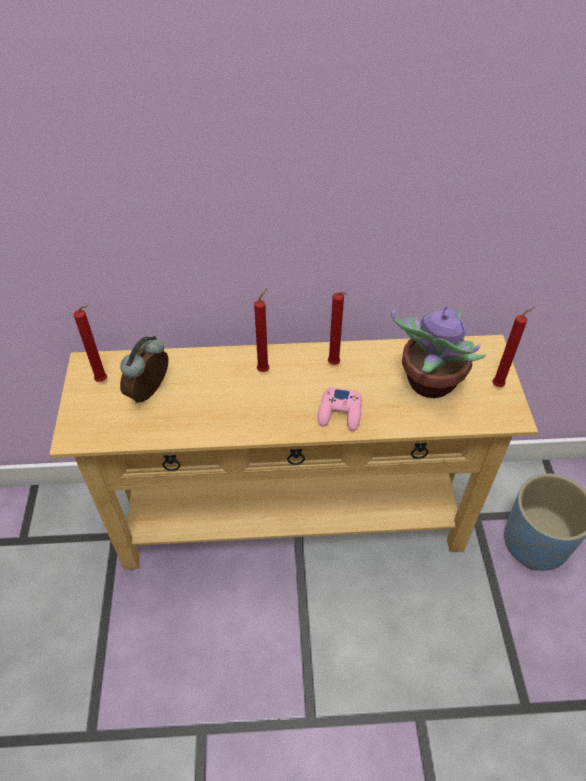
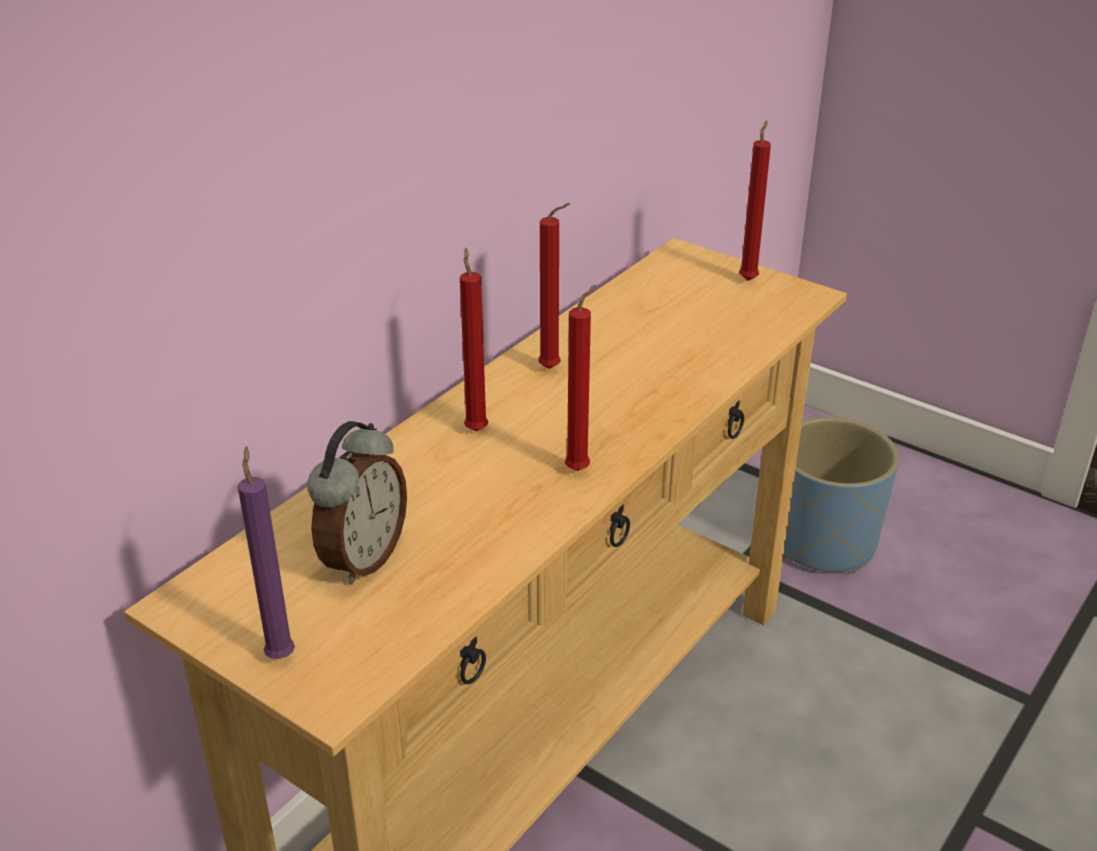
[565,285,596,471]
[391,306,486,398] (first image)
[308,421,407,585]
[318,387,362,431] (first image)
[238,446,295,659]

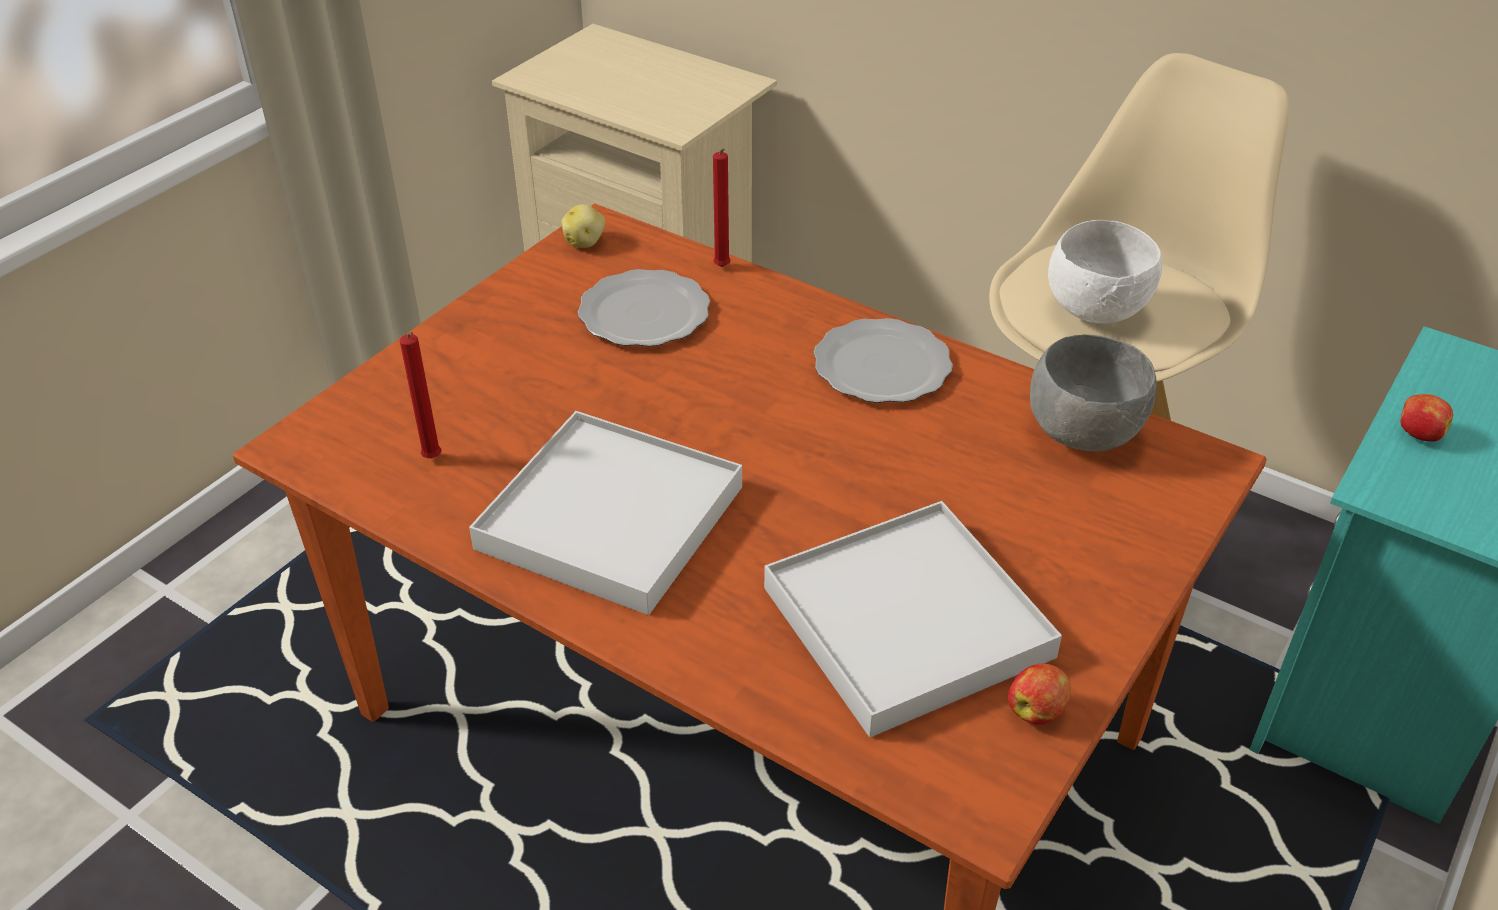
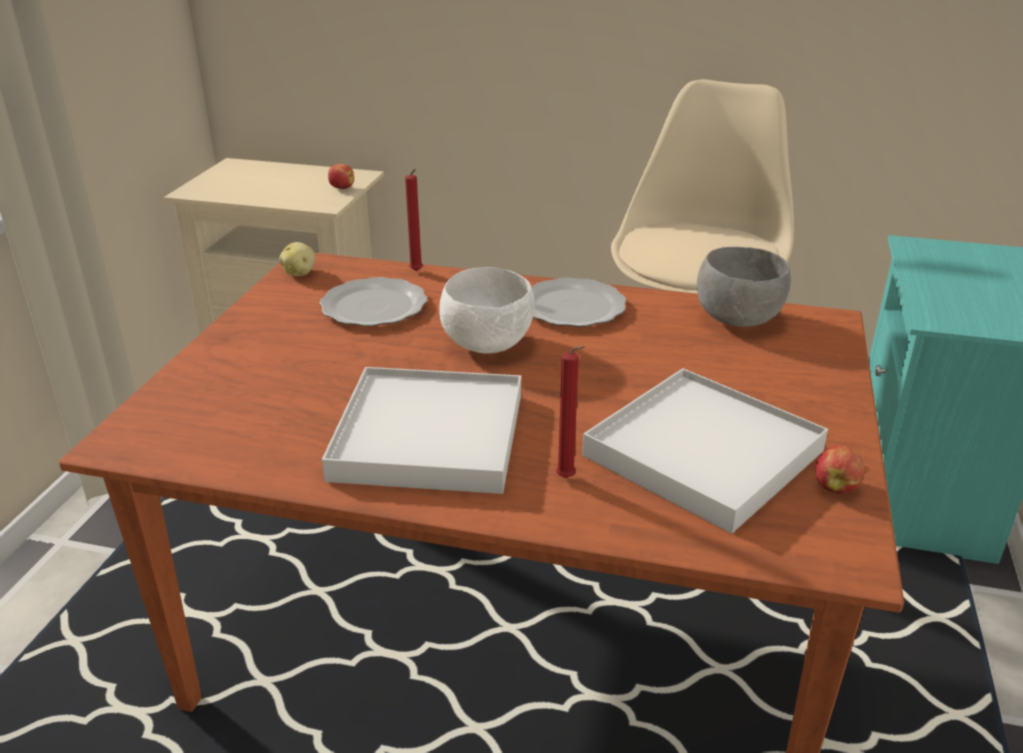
[439,267,534,354]
[556,346,585,478]
[328,164,354,189]

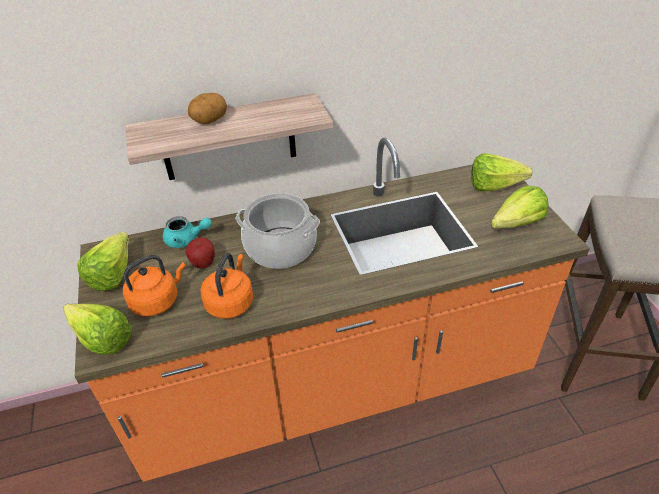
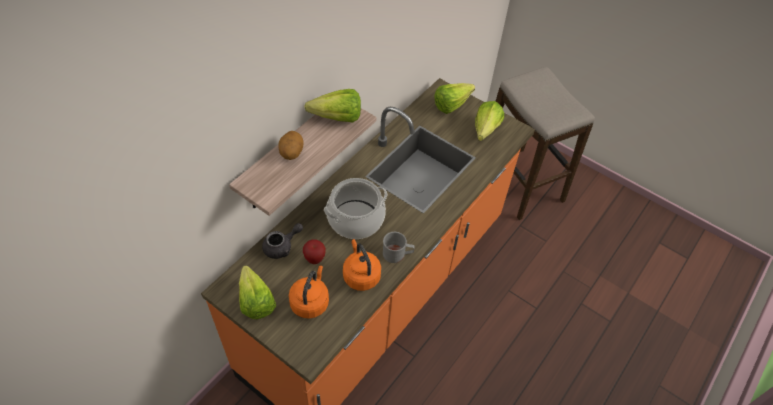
[262,223,303,259]
[304,89,361,122]
[383,232,414,263]

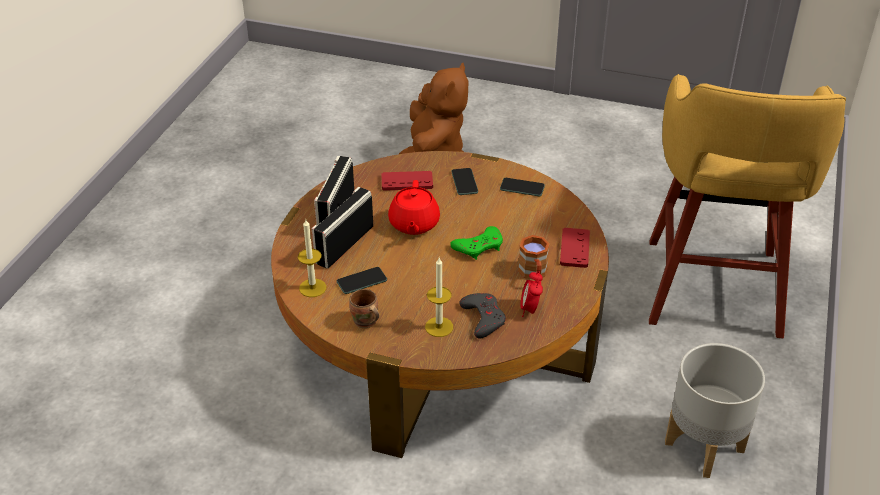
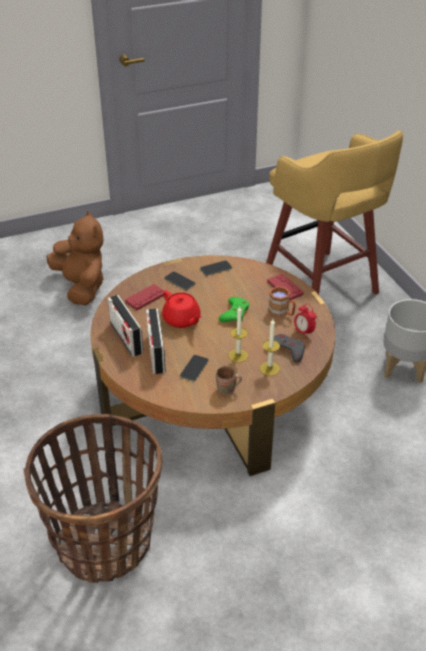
[229,306,248,363]
[23,414,163,583]

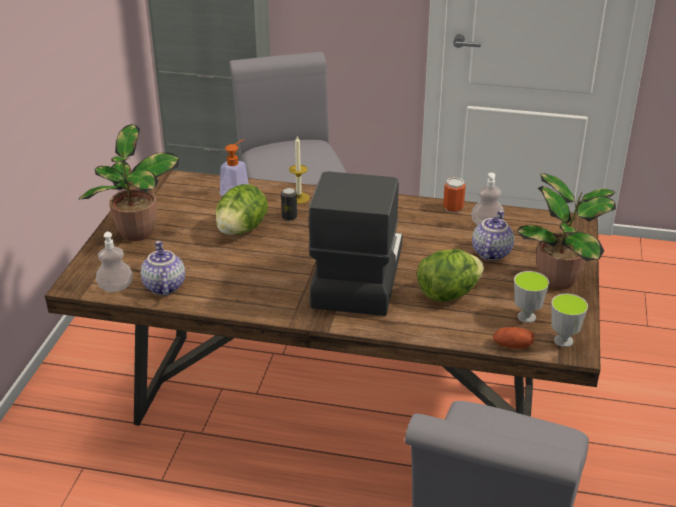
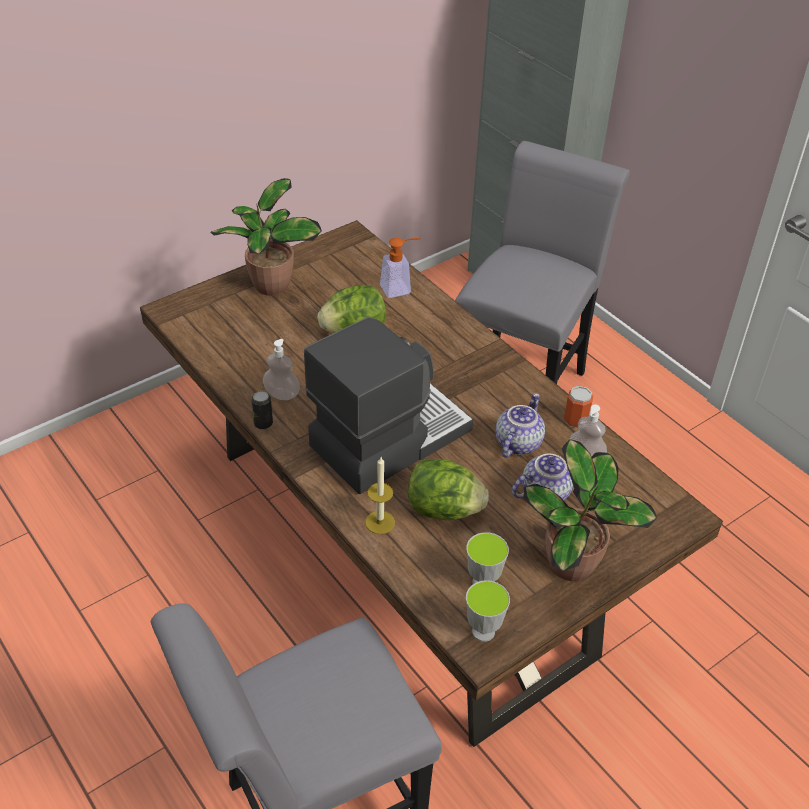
[365,457,395,534]
[251,391,273,429]
[263,339,300,400]
[496,393,545,458]
[493,327,534,349] (first image)

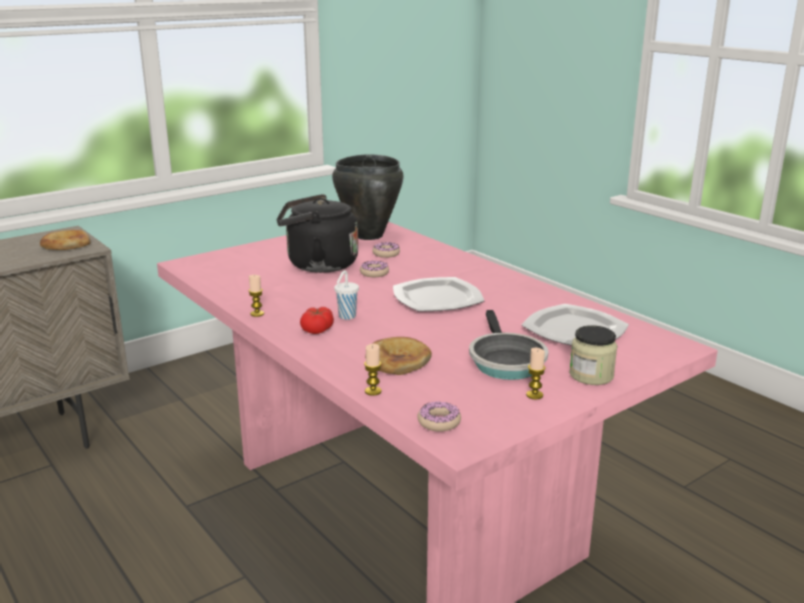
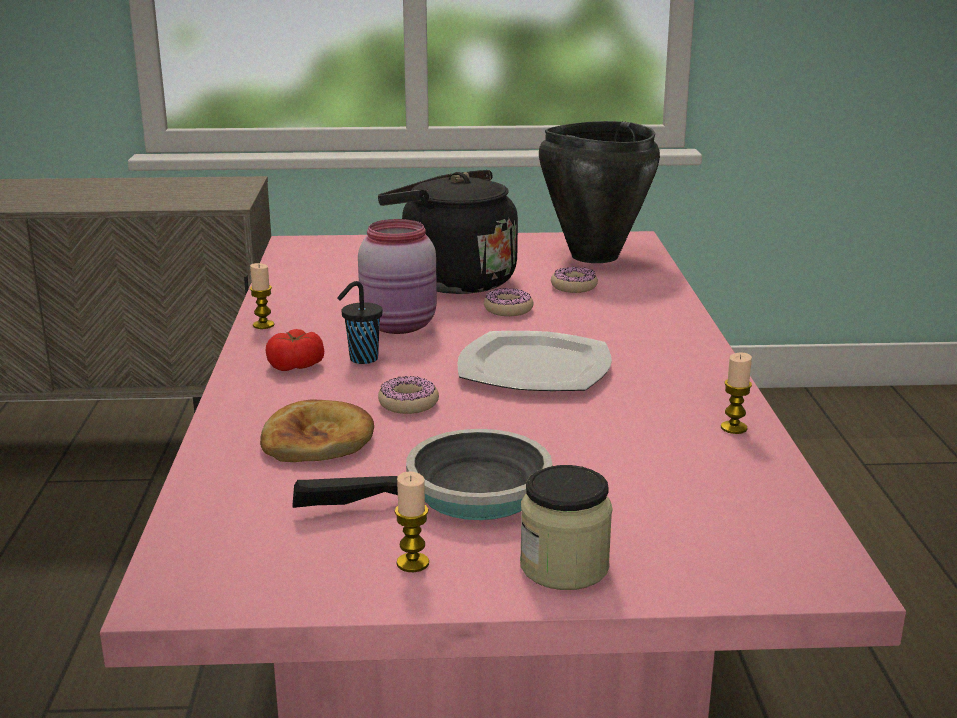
[40,230,91,250] (first image)
[337,281,383,364]
[522,304,629,346] (first image)
[292,429,552,520]
[721,352,752,434]
[378,376,439,414]
[358,219,437,334]

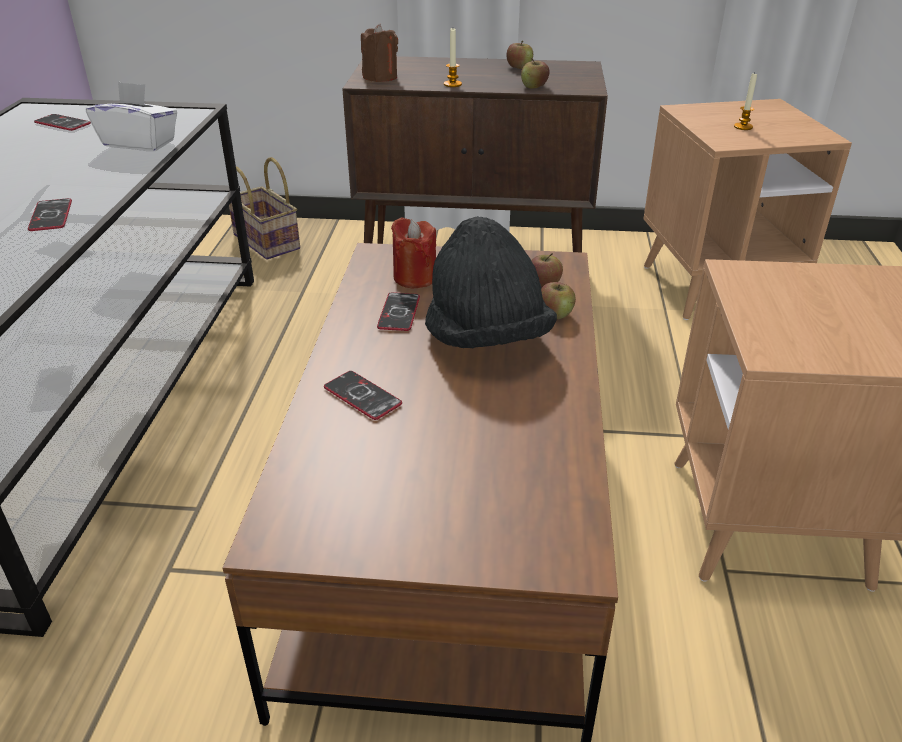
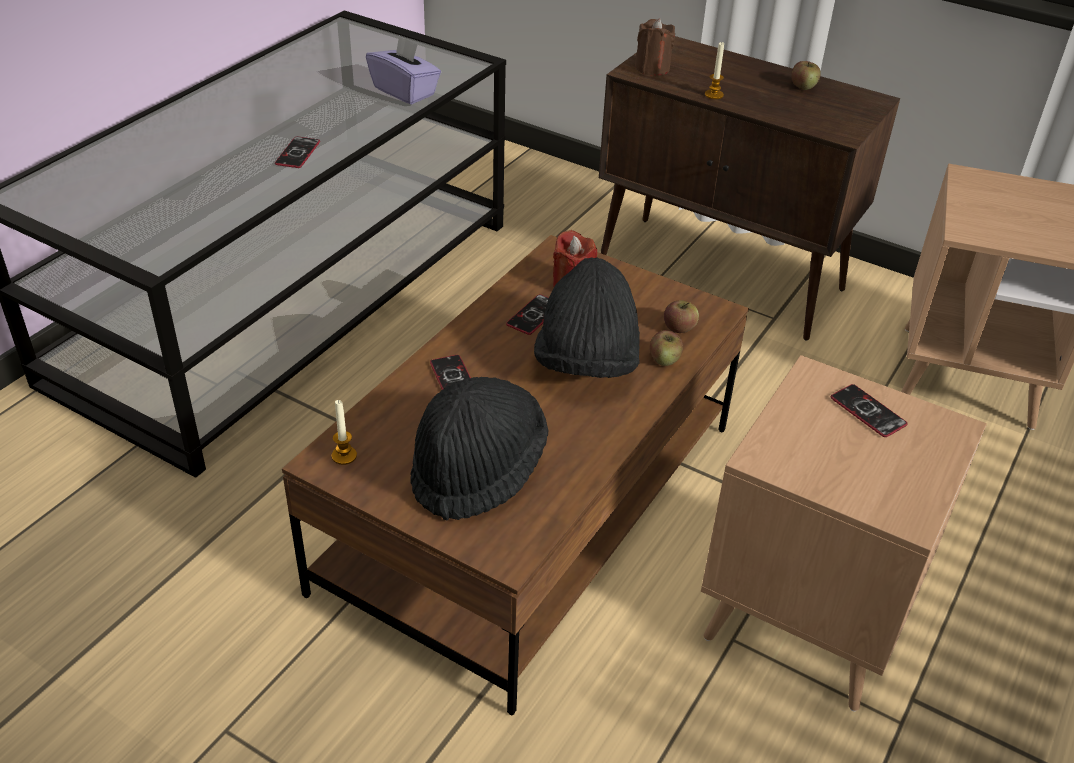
[521,58,550,88] (first image)
[332,400,357,465]
[366,35,441,105]
[831,384,907,437]
[229,157,300,260] (first image)
[410,377,549,520]

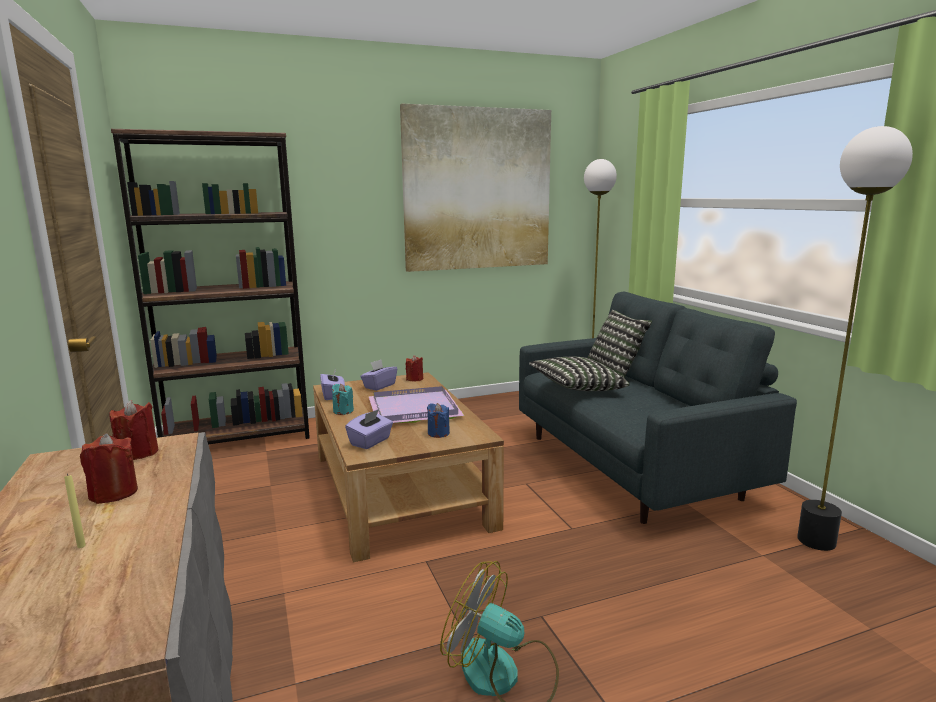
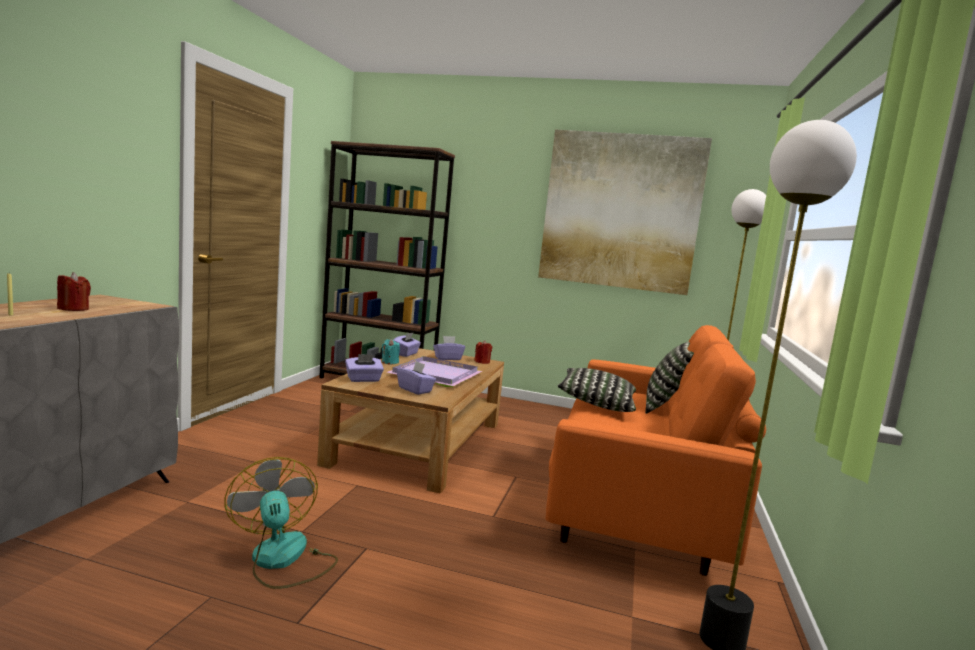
[545,325,766,576]
[109,400,158,460] (first image)
[397,361,436,395]

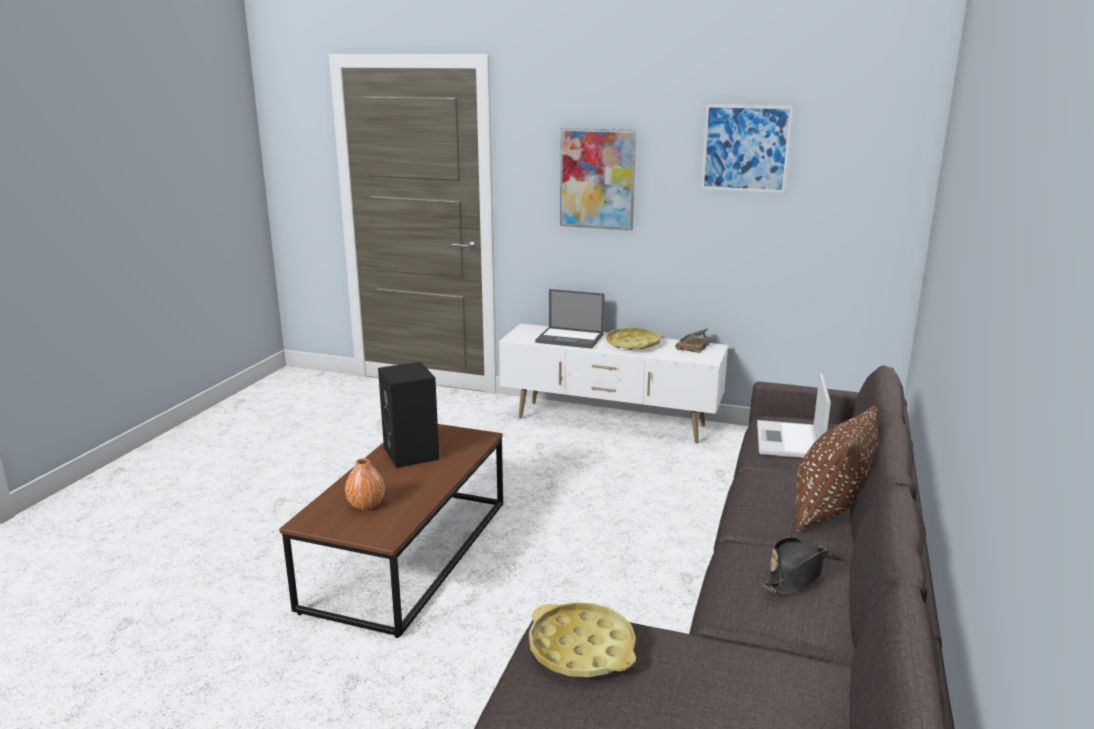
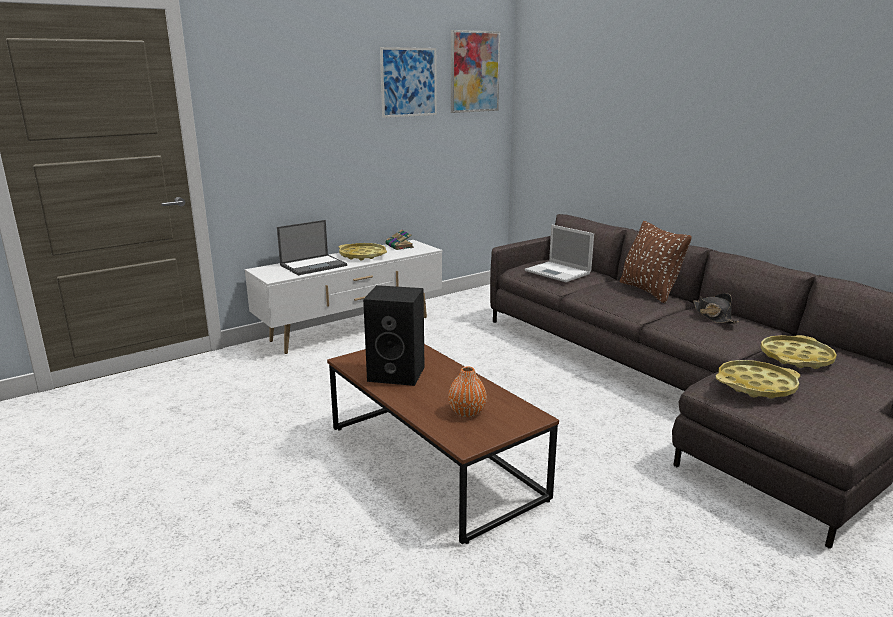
[451,30,500,113]
[761,335,837,369]

